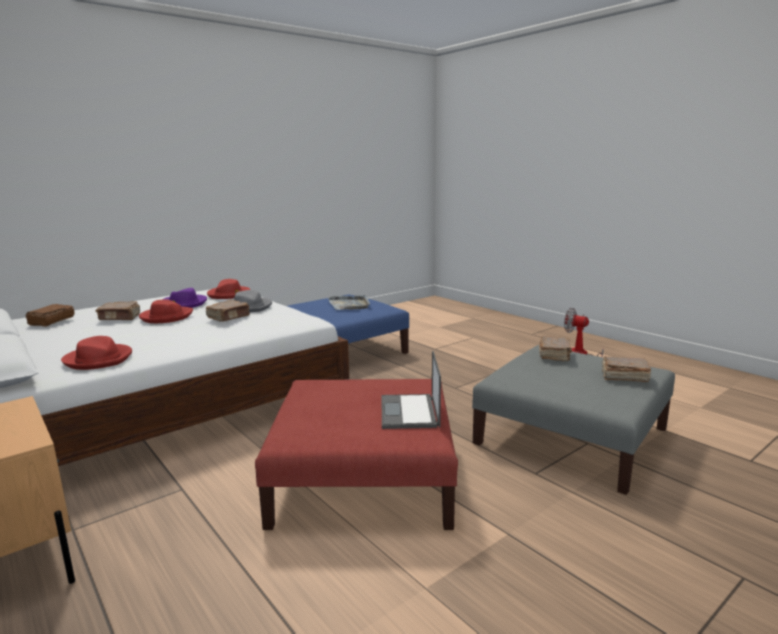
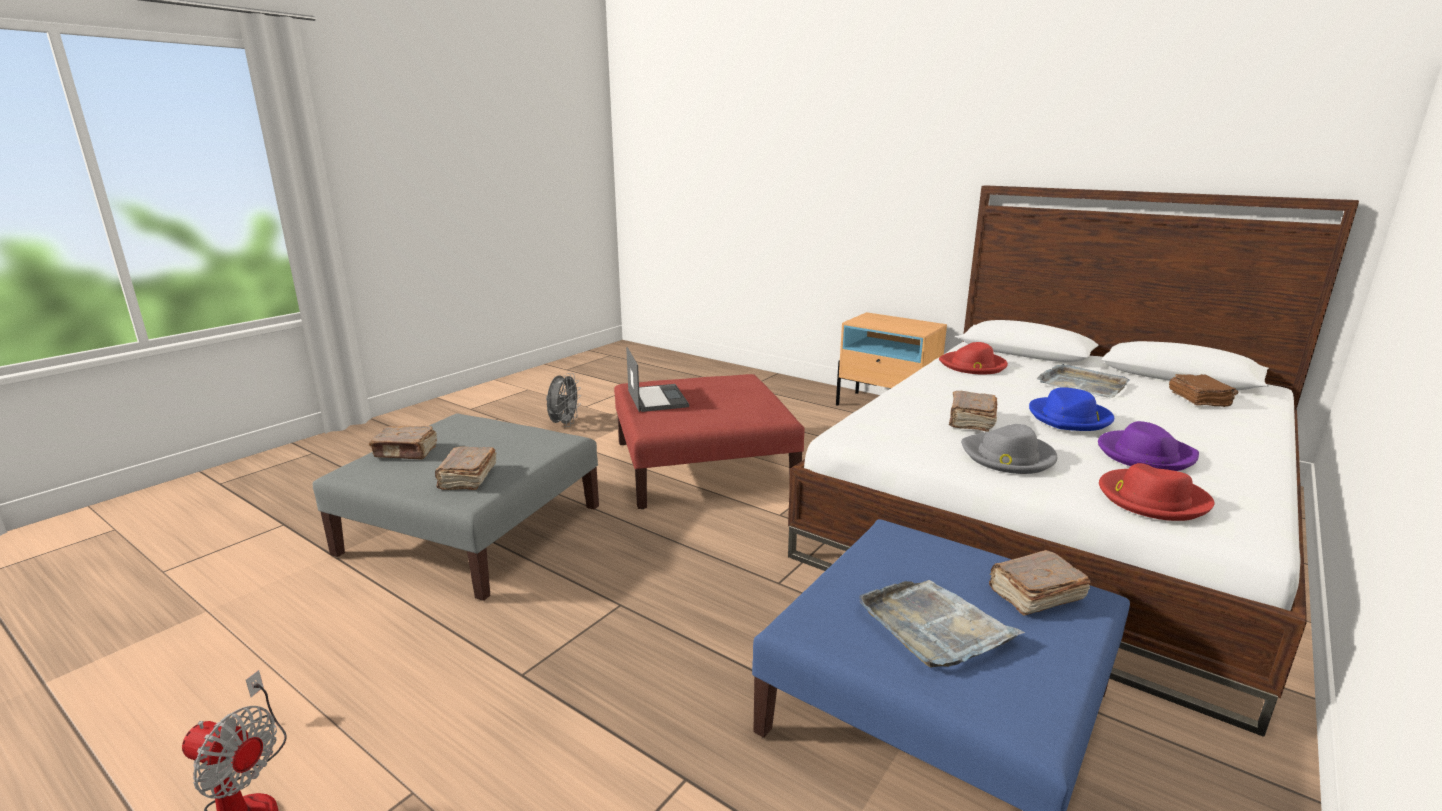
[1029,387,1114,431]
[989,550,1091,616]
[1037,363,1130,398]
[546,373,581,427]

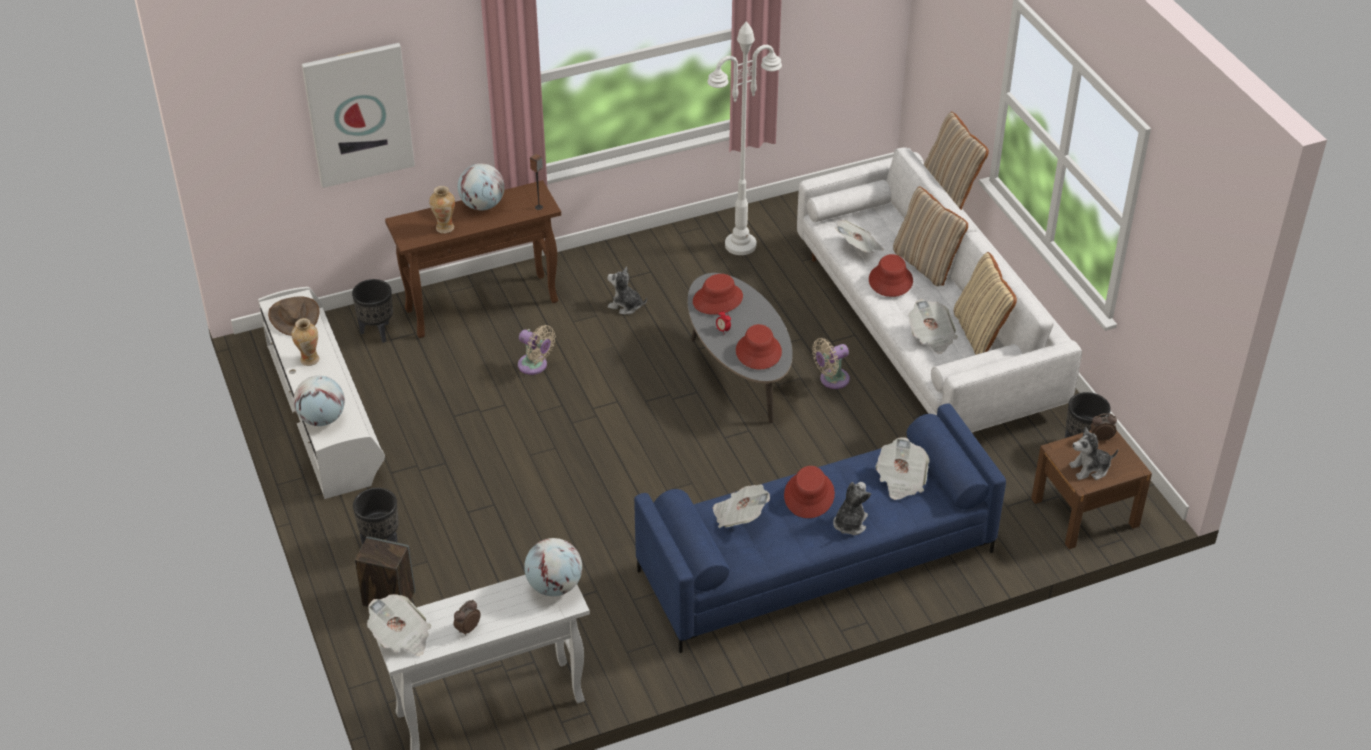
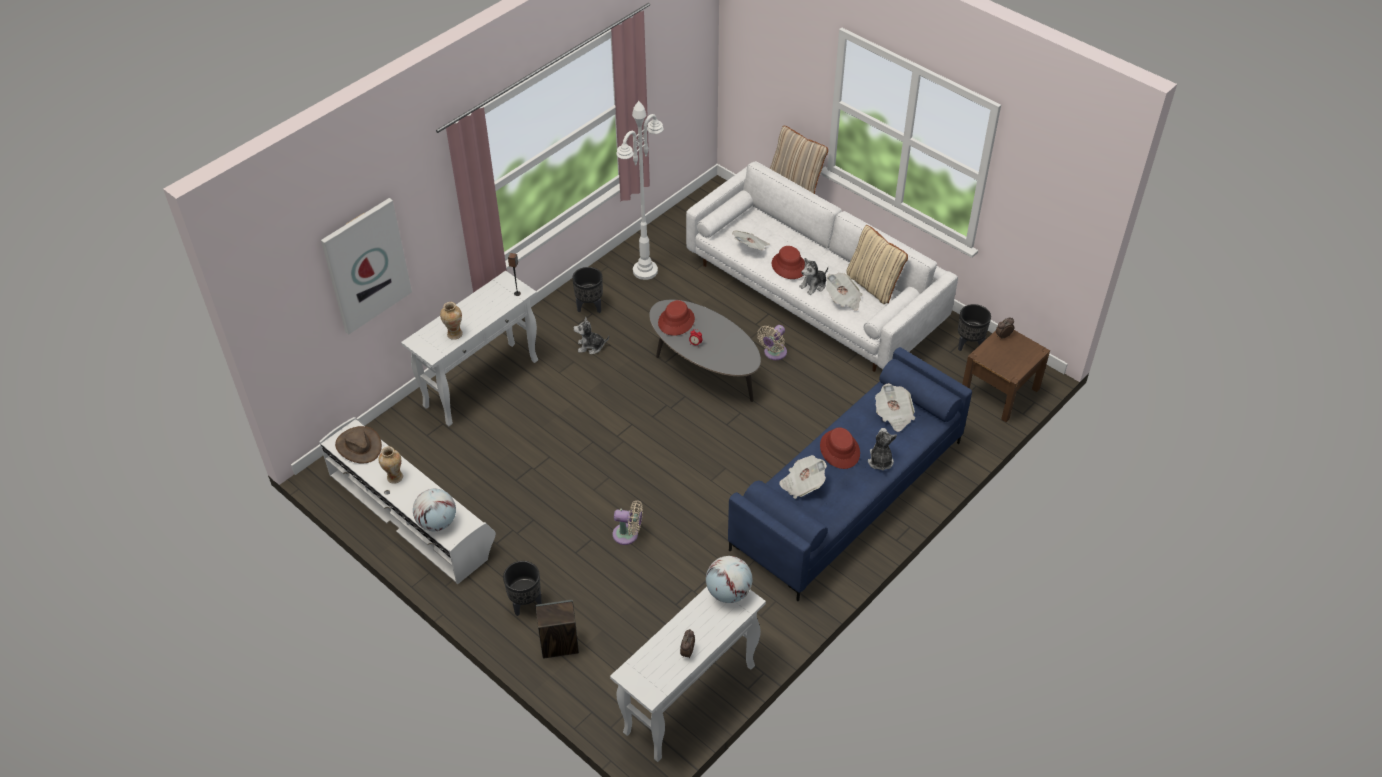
[458,163,505,210] (first image)
[401,271,538,426]
[893,187,968,286] (first image)
[572,267,603,313]
[736,324,782,370] (first image)
[612,500,643,545]
[799,258,828,295]
[367,594,431,656] (first image)

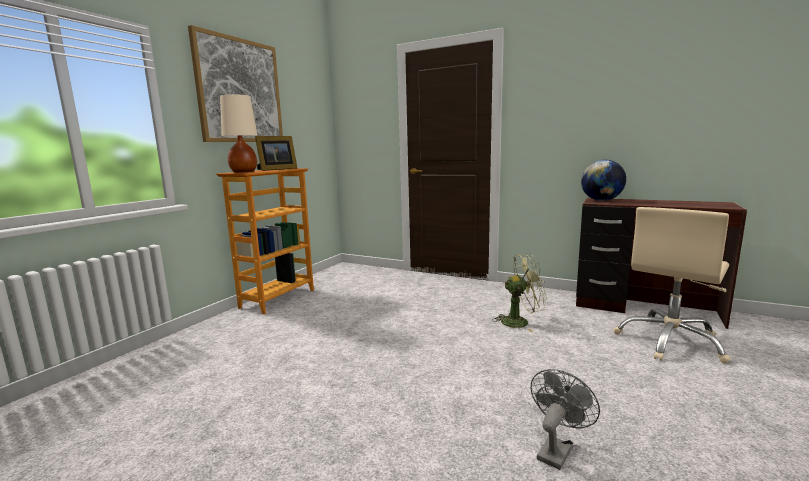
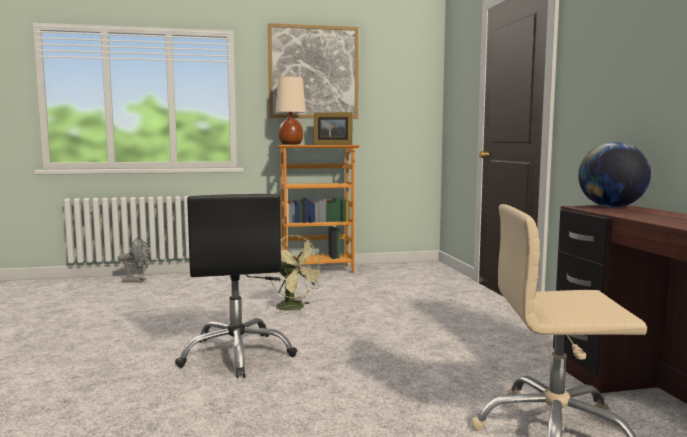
[269,235,325,314]
[118,238,151,283]
[175,194,297,378]

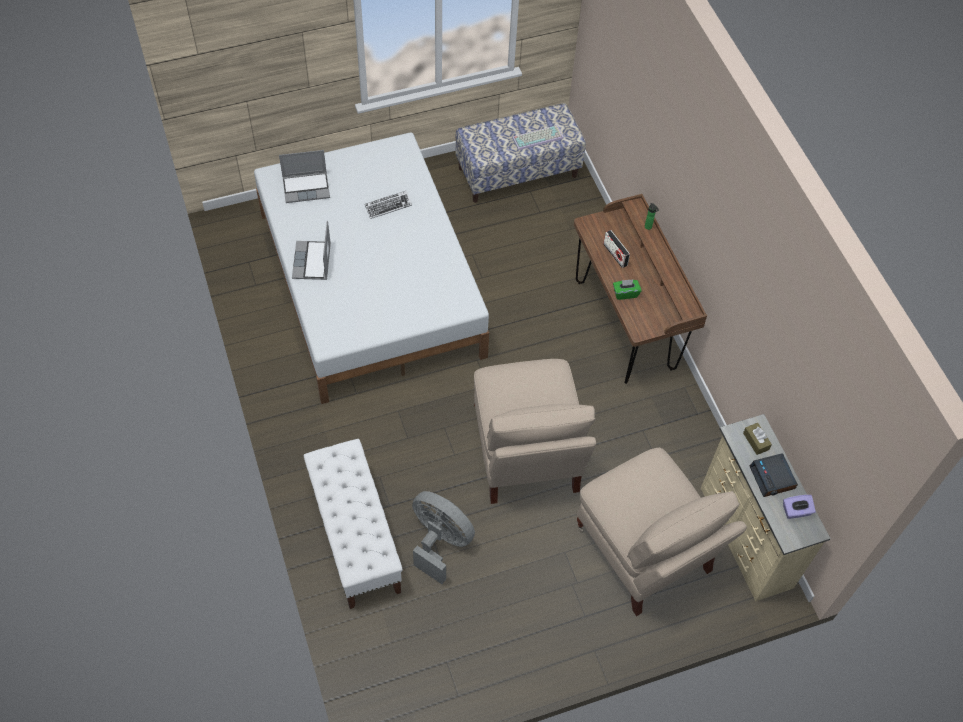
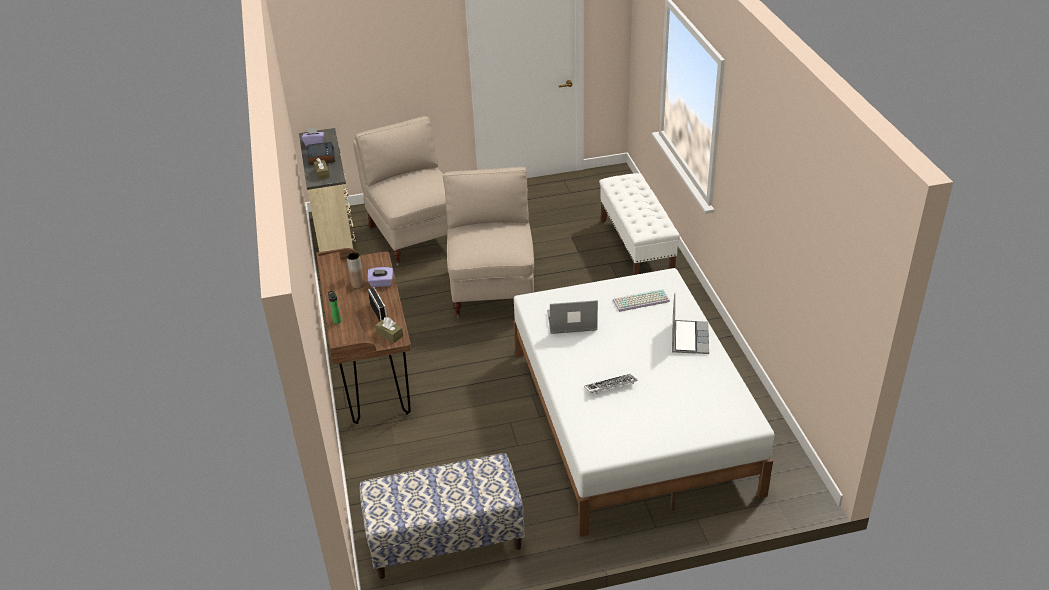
[613,289,670,312]
[547,300,598,334]
[368,267,393,287]
[412,491,475,584] (first image)
[347,252,364,289]
[375,317,403,343]

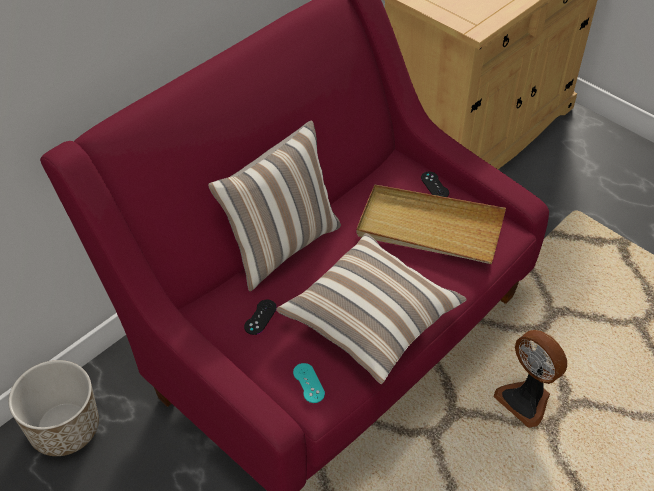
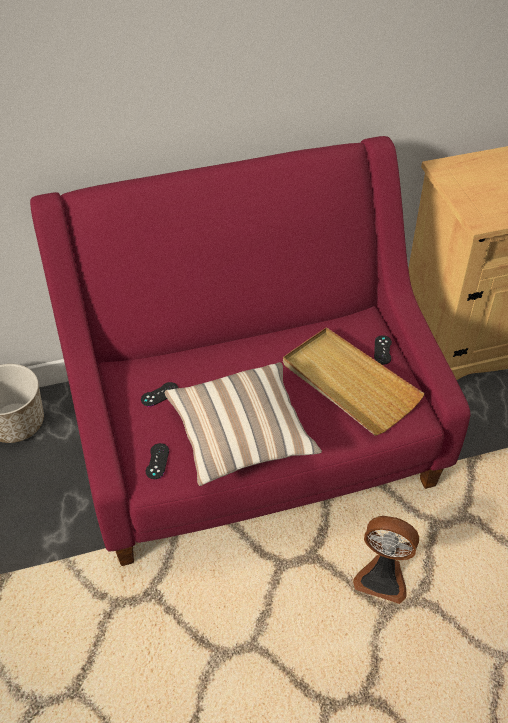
[208,121,341,291] (first image)
[353,516,419,604]
[146,443,169,479]

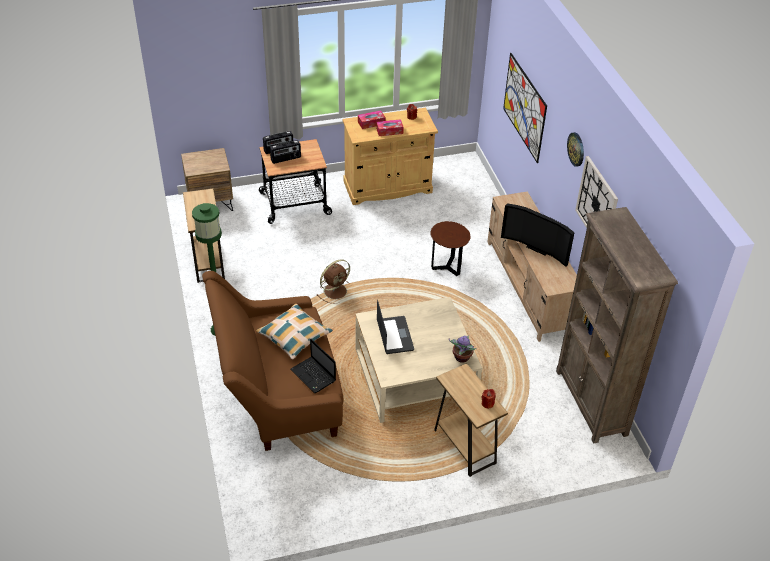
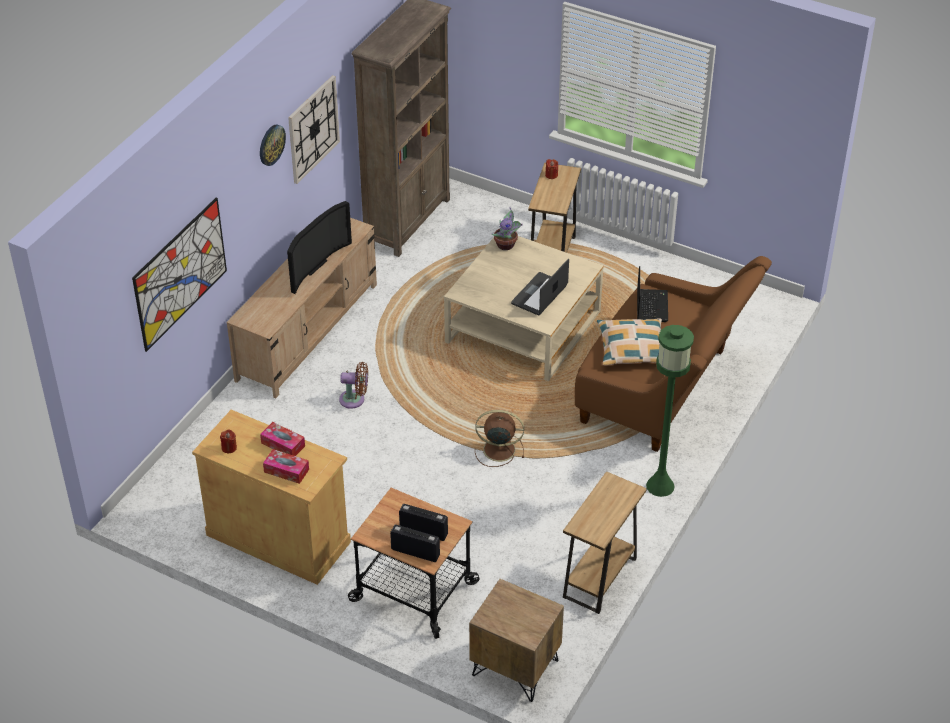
[287,201,352,294]
[339,362,368,409]

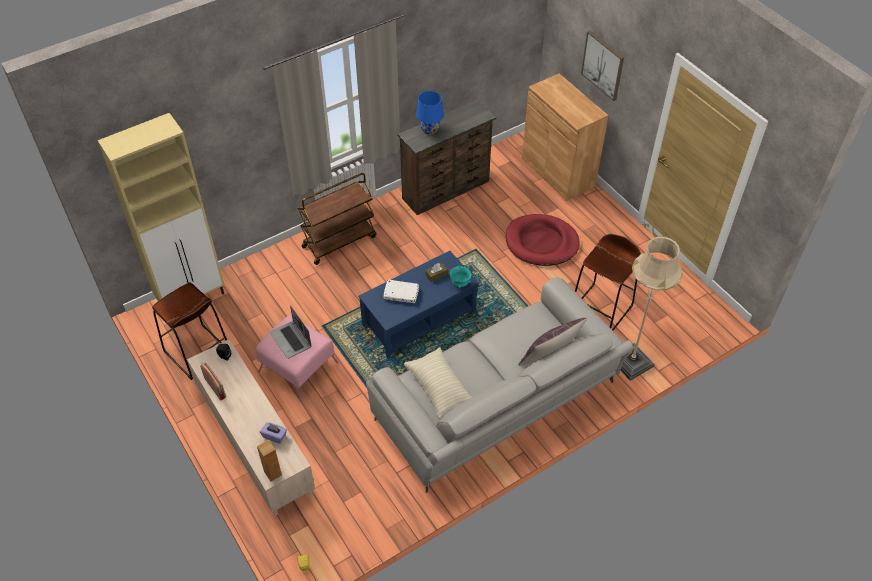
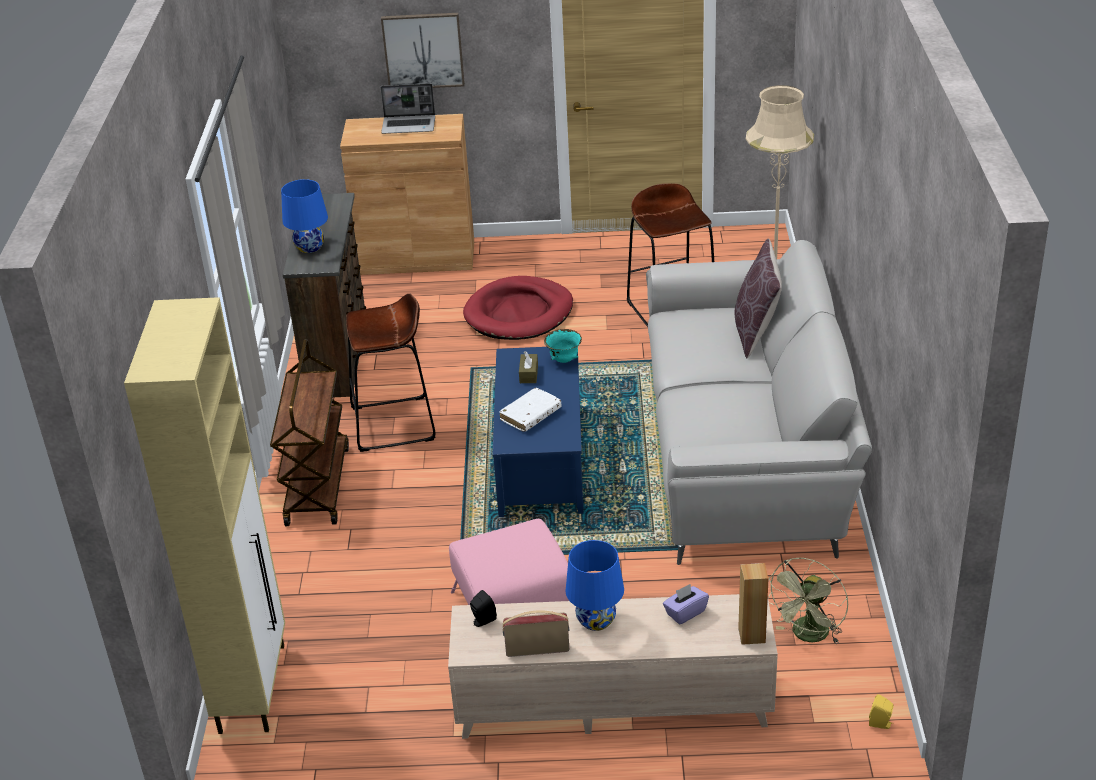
[346,293,435,452]
[380,83,435,134]
[404,347,472,419] (first image)
[566,540,624,631]
[768,558,848,644]

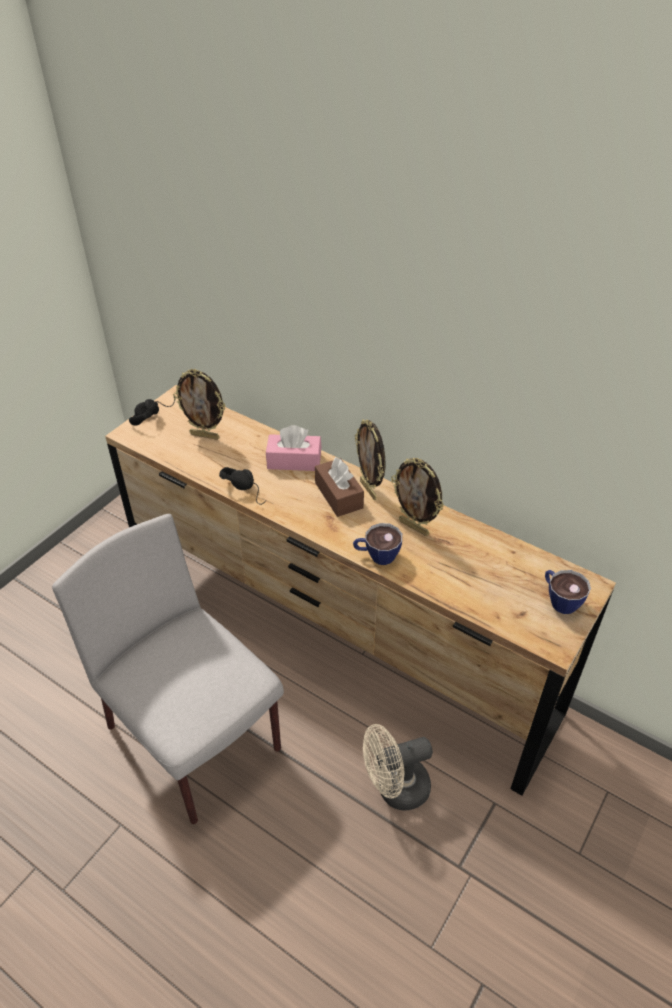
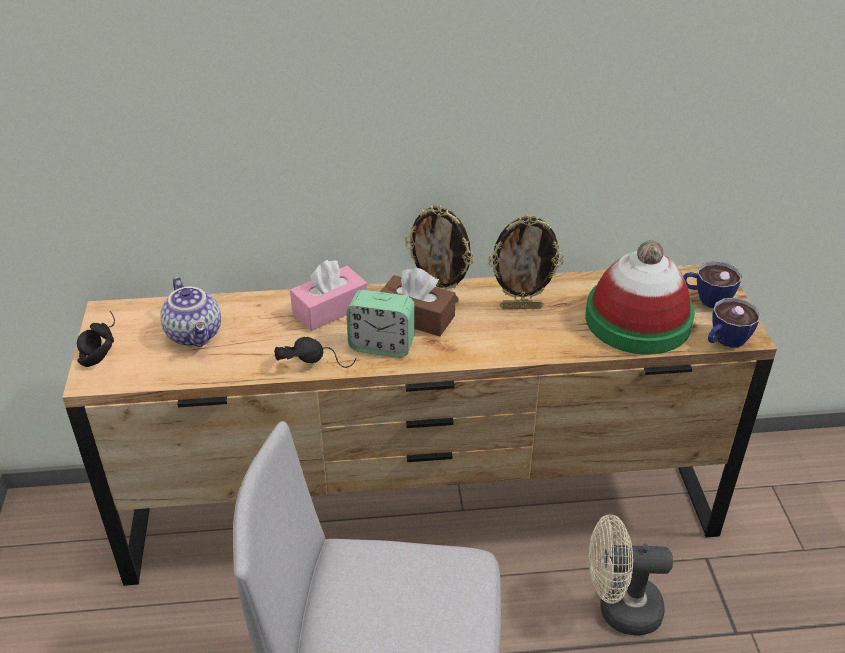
[160,277,221,347]
[708,298,761,348]
[589,514,673,636]
[585,240,695,355]
[346,290,415,357]

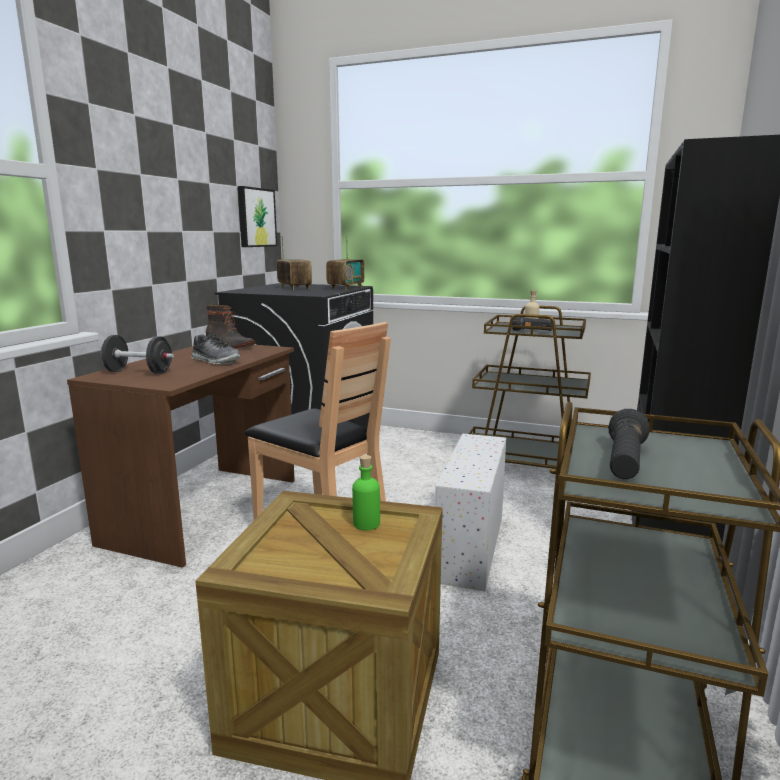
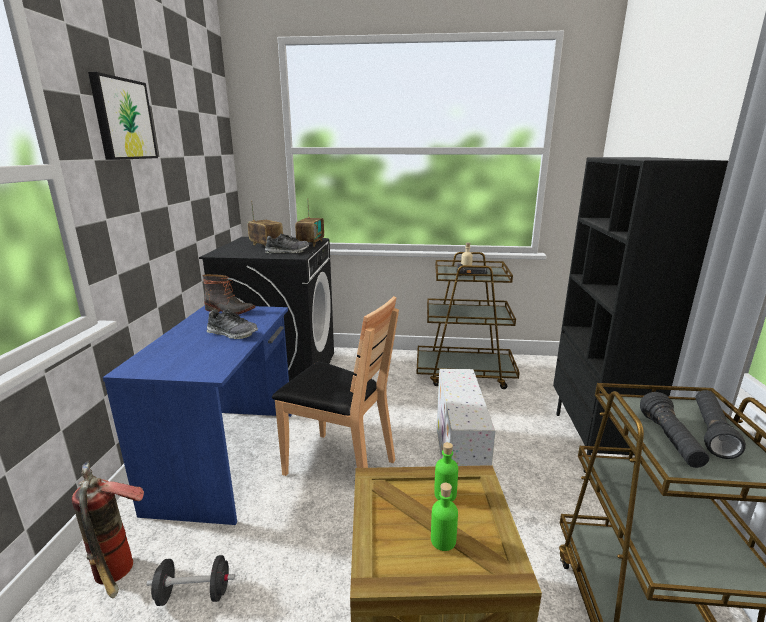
[88,72,158,160]
[147,555,235,606]
[103,305,292,525]
[265,233,309,254]
[695,390,746,459]
[72,461,144,598]
[431,483,458,551]

